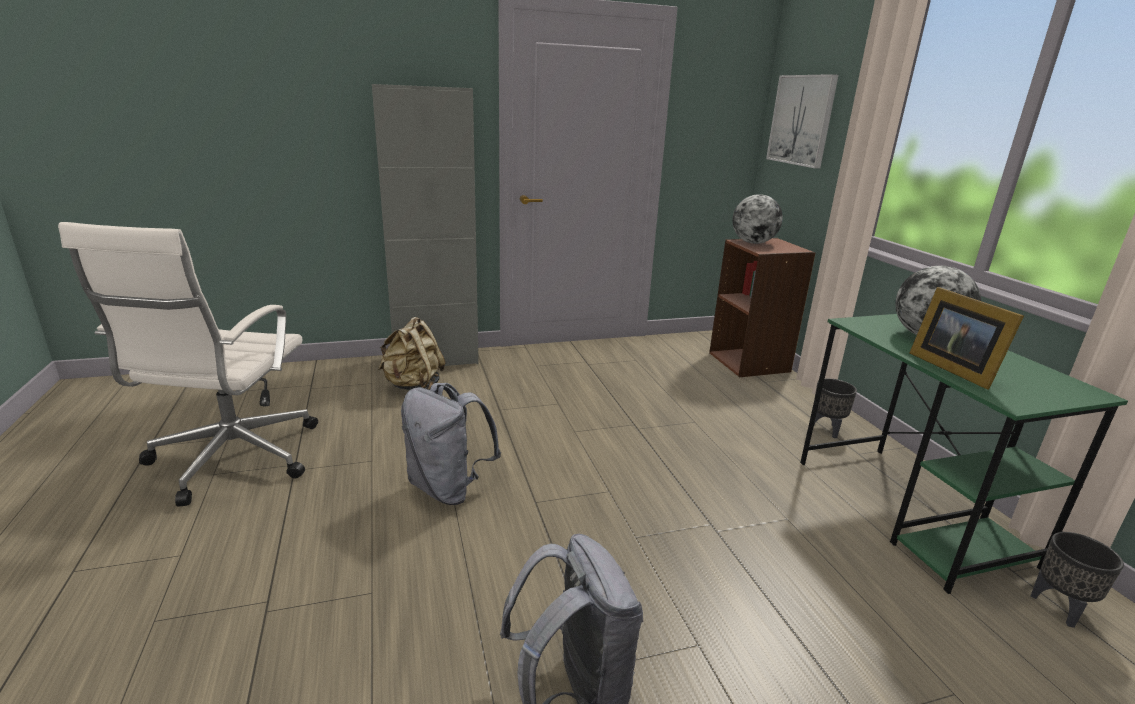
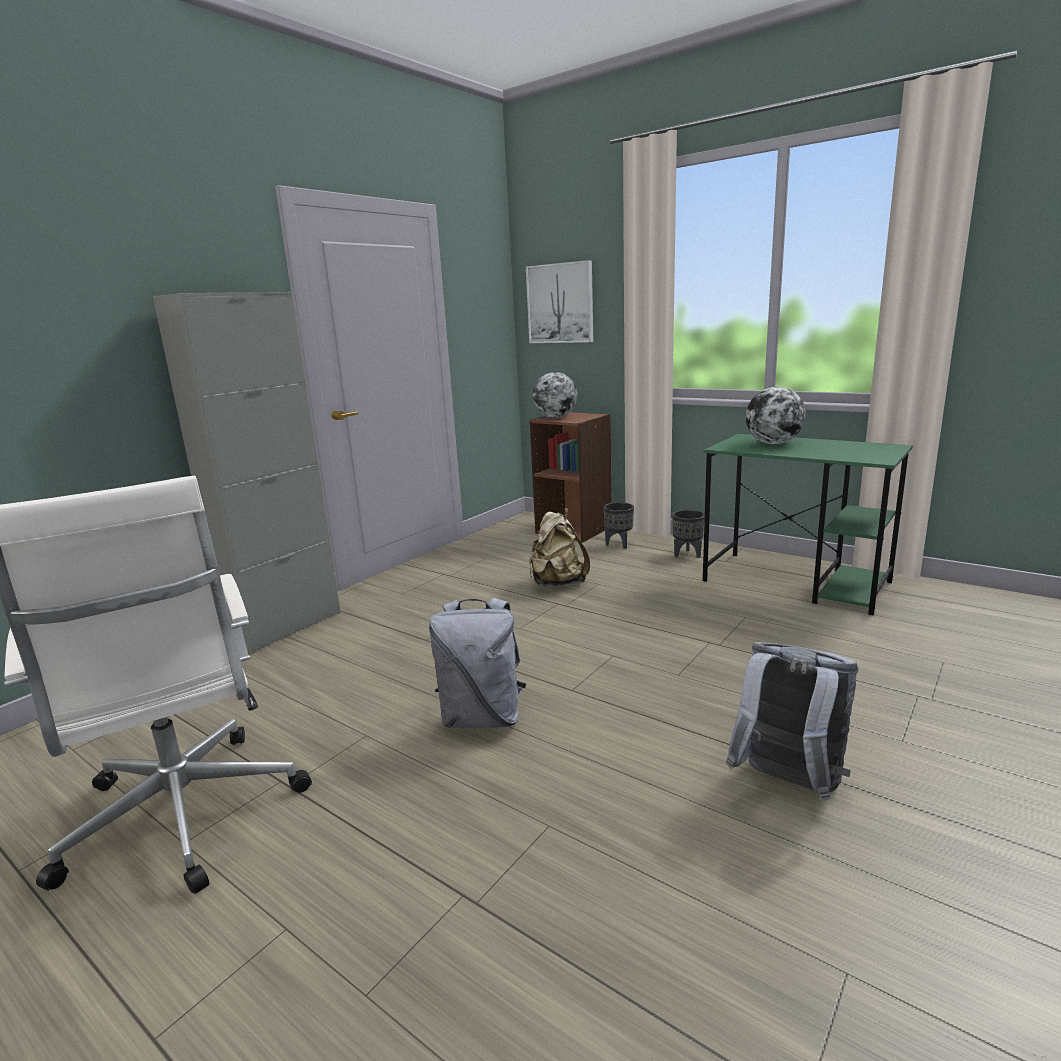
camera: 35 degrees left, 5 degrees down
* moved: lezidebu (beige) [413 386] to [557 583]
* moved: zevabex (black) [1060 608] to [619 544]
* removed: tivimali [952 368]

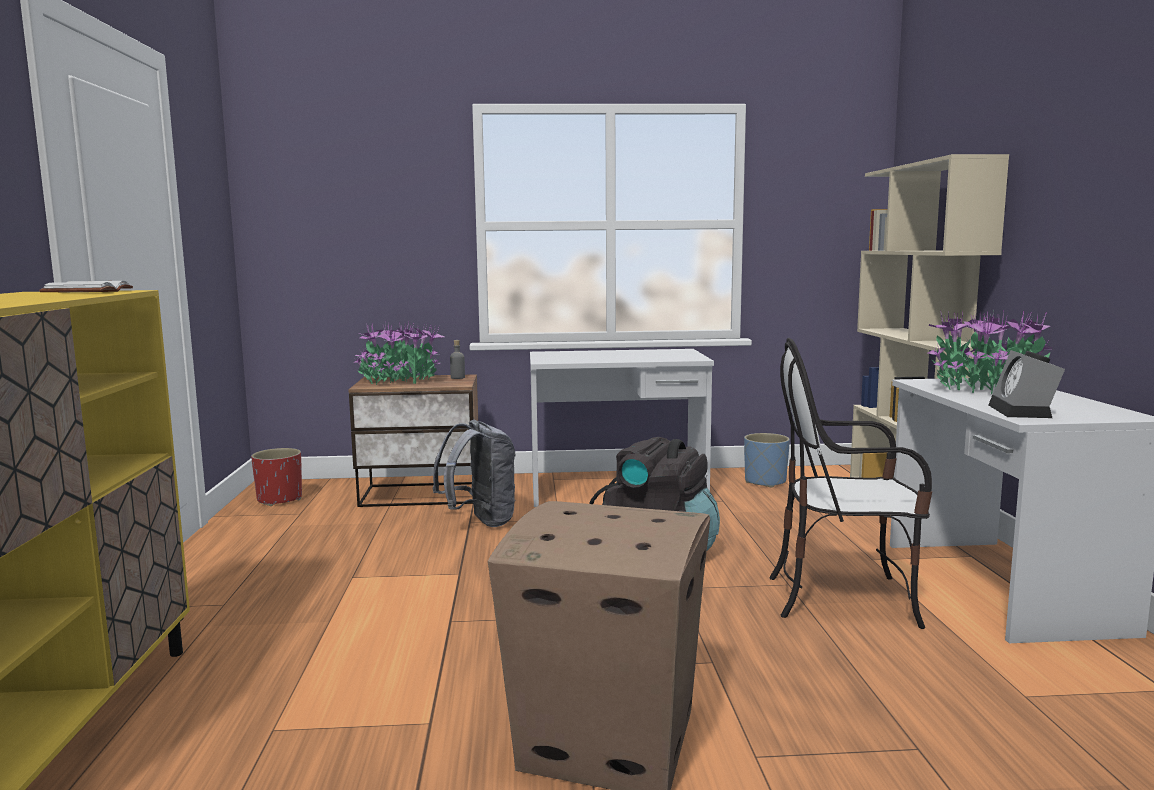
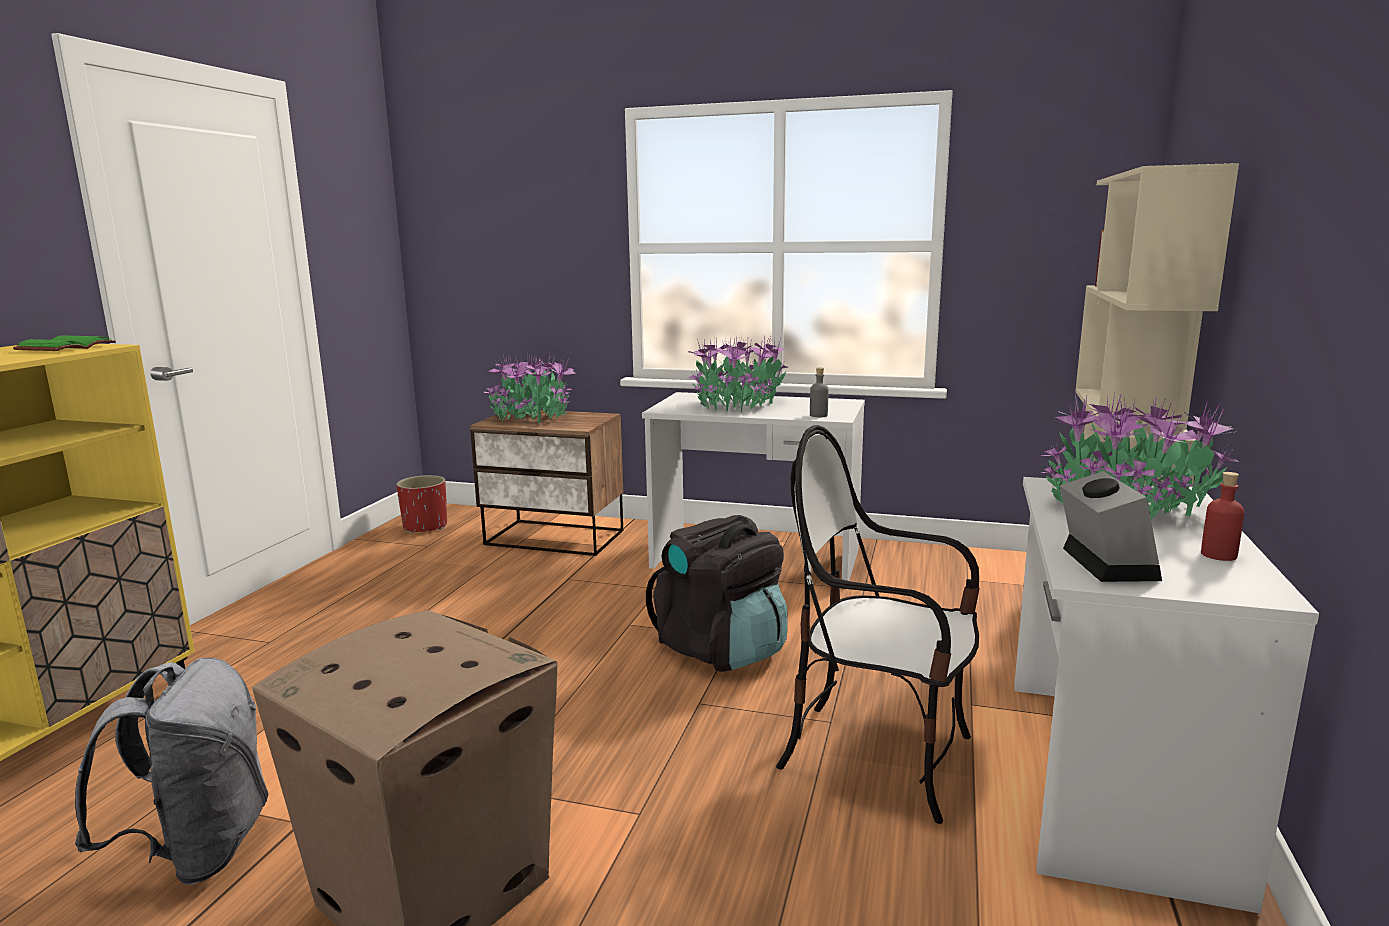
camera: 20 degrees right, 5 degrees up
* recoloured: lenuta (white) [86 292] to lenuta (green) [65 347]
* moved: lezidebu (grey) [480 522] to [199 850]
* added: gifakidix [737 404]
* moved: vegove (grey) [457 377] to [818 415]
* turned: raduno [1024 412] = [1103 562] 150 degrees clockwise
* added: vegove (red) [1218 555]
* removed: zevabex (blue) [765 482]

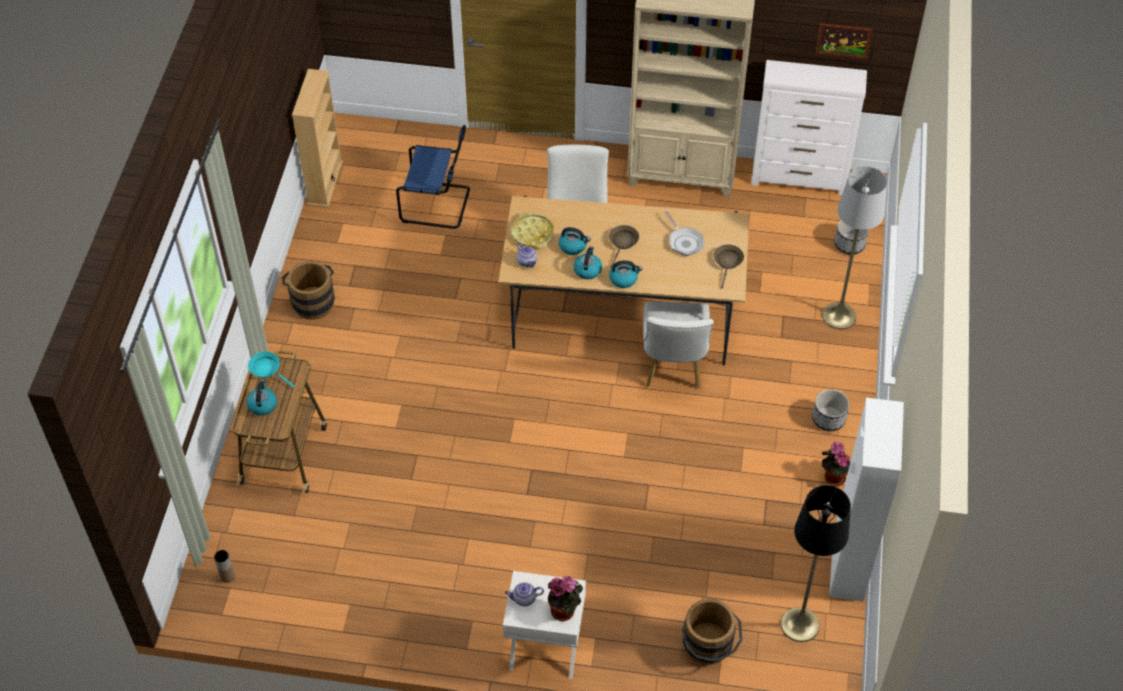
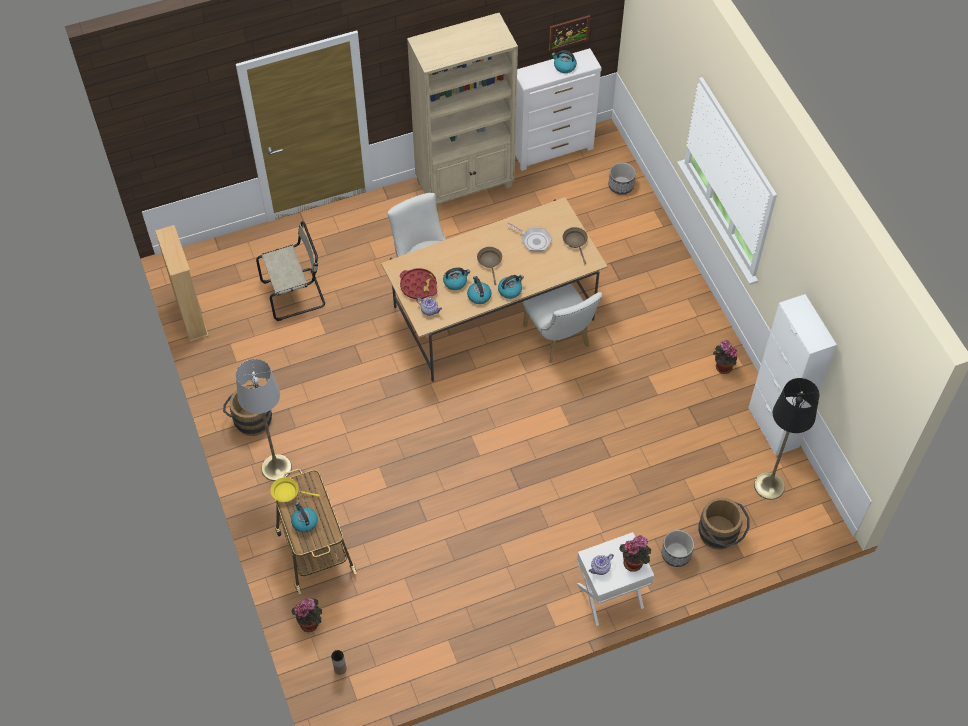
camera: 30 degrees left, 5 degrees up
* moved: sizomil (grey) [839 316] to [276 467]
* recoloured: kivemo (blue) [438 205] to kivemo (beige) [296 294]
* recoloured: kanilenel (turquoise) [267 369] to kanilenel (yellow) [288 492]
* added: gifakidix [310 622]
* recoloured: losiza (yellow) [533 234] to losiza (red) [418 286]
* added: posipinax [564 66]
* moved: zevabex [828 419] to [675 554]

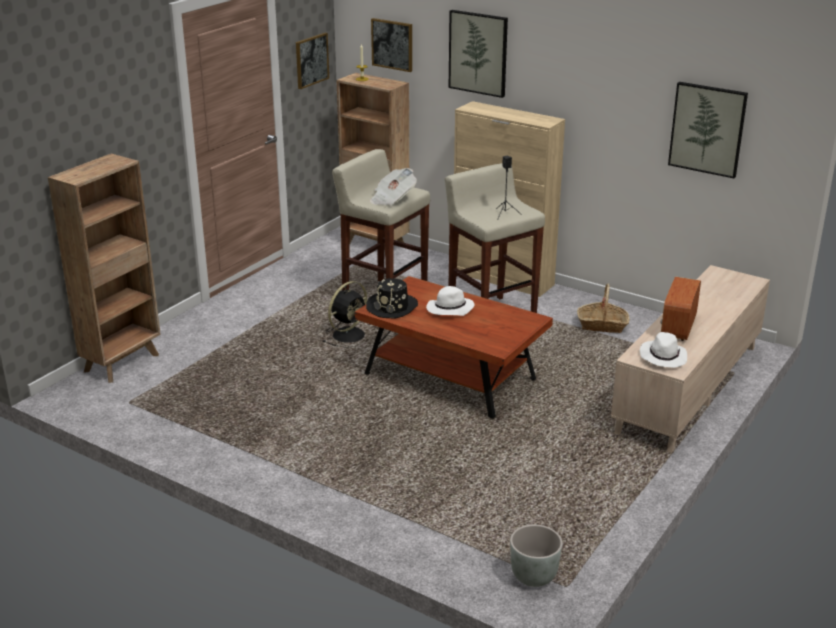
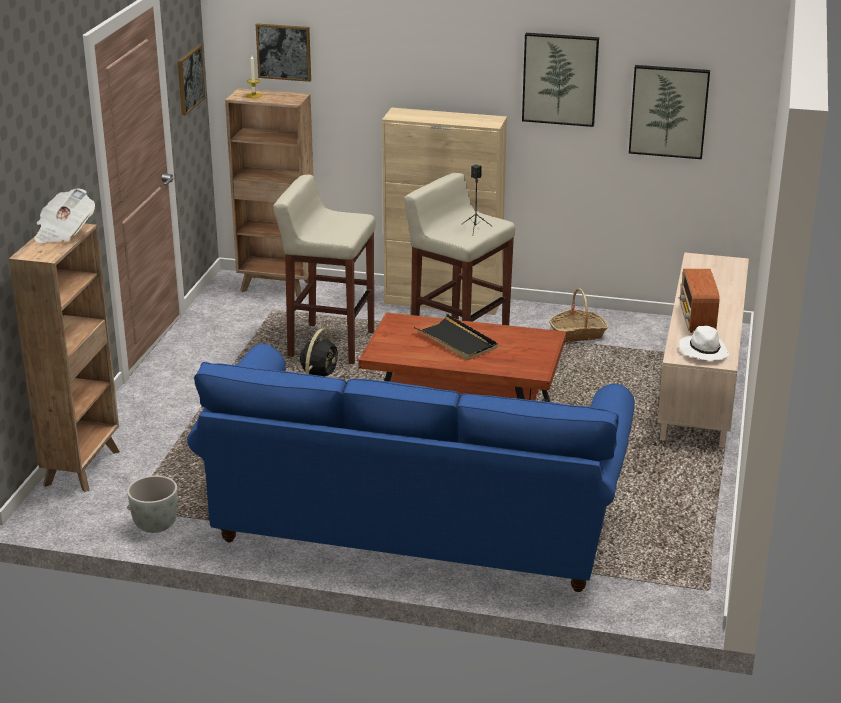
camera: 20 degrees left, 0 degrees up
* moved: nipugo [392 199] to [64 233]
* moved: zevabex (grey) [533 577] to [155 525]
* added: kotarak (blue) [416 522]
* replaced: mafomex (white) [449 309] to losiza (black) [456 341]
* moved: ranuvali [478 53] to [560 79]
* removed: mafomex (black) [392 307]

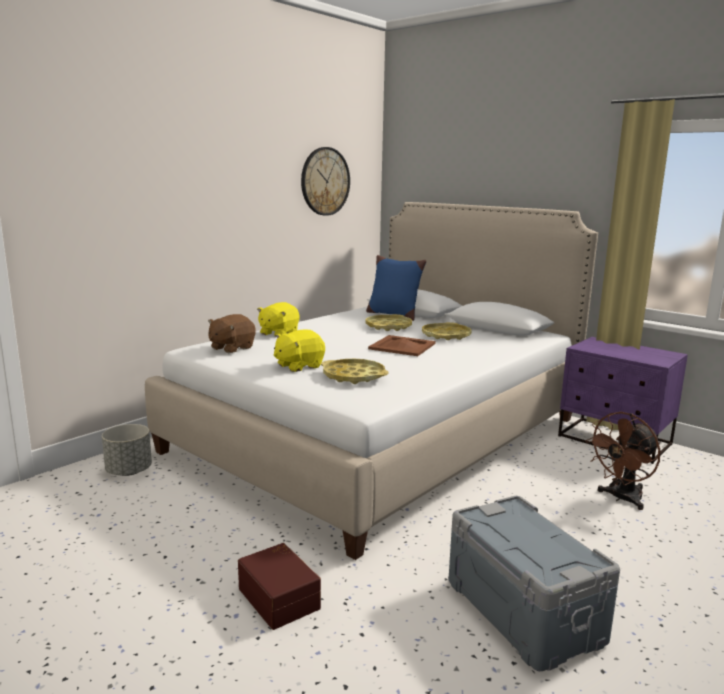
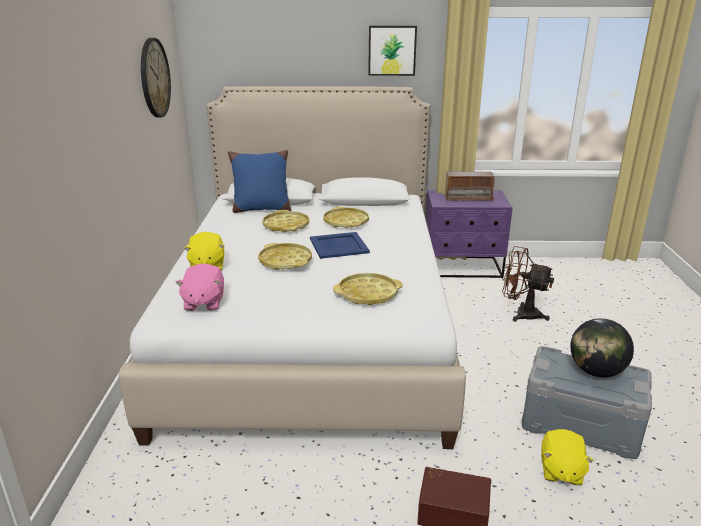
camera: 40 degrees left, 10 degrees up
* recoloured: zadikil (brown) [231 348] to zadikil (pink) [203 303]
* added: losiza (yellow) [285 261]
* recoloured: losiza (brown) [403 346] to losiza (blue) [339 245]
* added: ranuvali [392 50]
* added: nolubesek [468 198]
* turned: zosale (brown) [621 498] = [521 313] 105 degrees clockwise
* moved: zadikil (yellow) [298 366] to [560 471]
* added: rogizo [596 371]
* removed: zevabex (grey) [129 471]

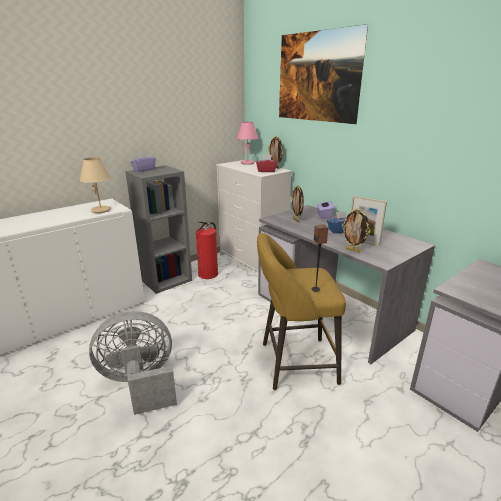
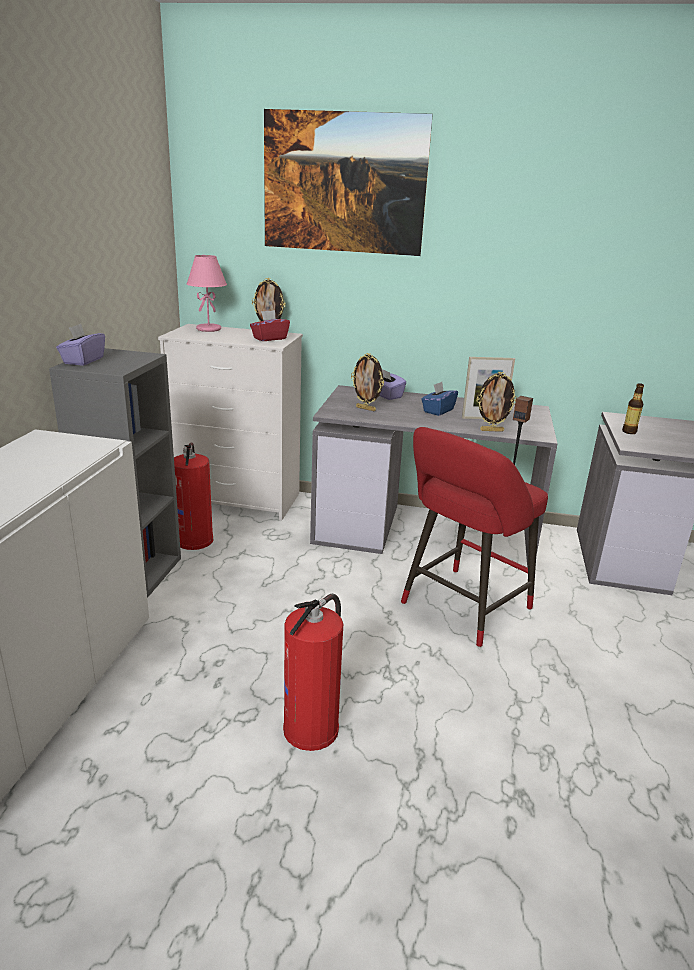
camera: 40 degrees left, 0 degrees up
* replaced: zosale (grey) [140 384] to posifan [312 728]
* recoloured: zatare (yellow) [293 363] to zatare (red) [461 609]
* added: vegove [629 432]
* removed: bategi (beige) [101 210]

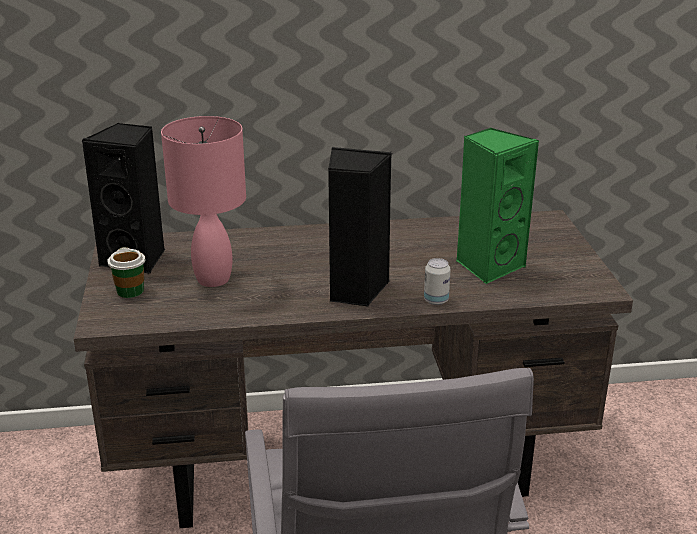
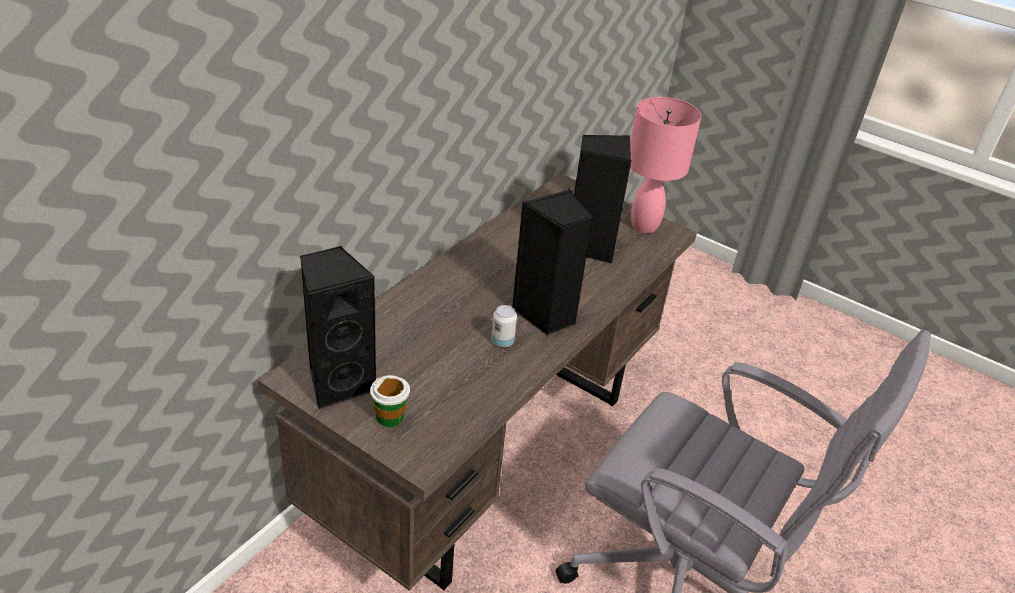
camera: 50 degrees left, 10 degrees up
* moved: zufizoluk [436 300] to [502 341]
* recoloured: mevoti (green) [488 266] to mevoti (black) [590 246]
* moved: bategi (pink) [213 280] to [645 226]

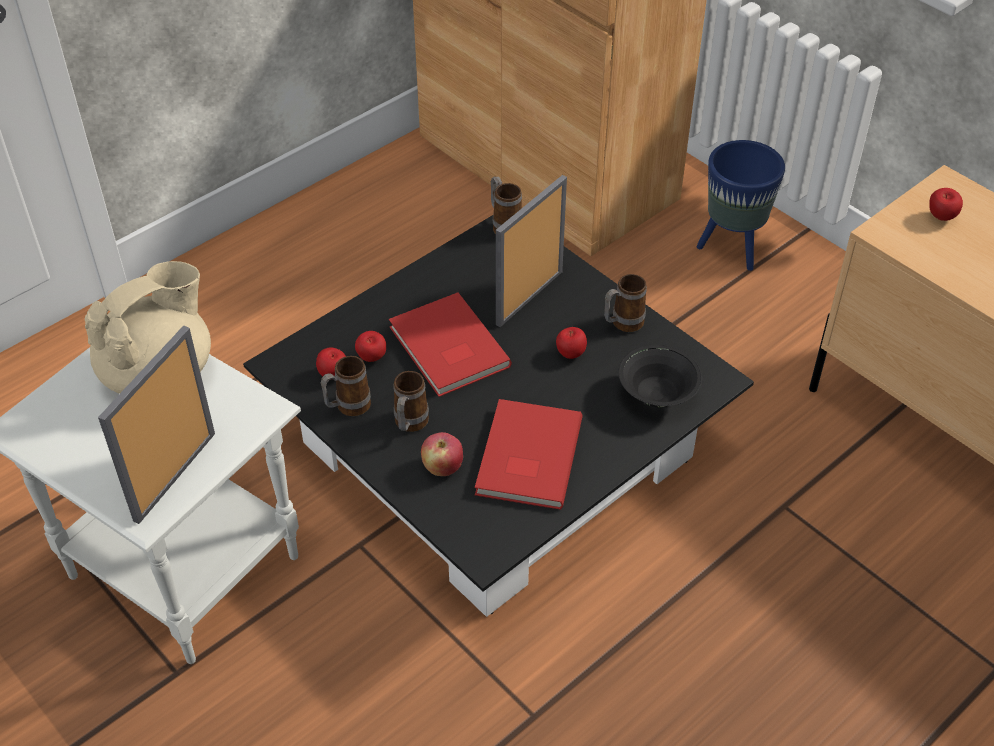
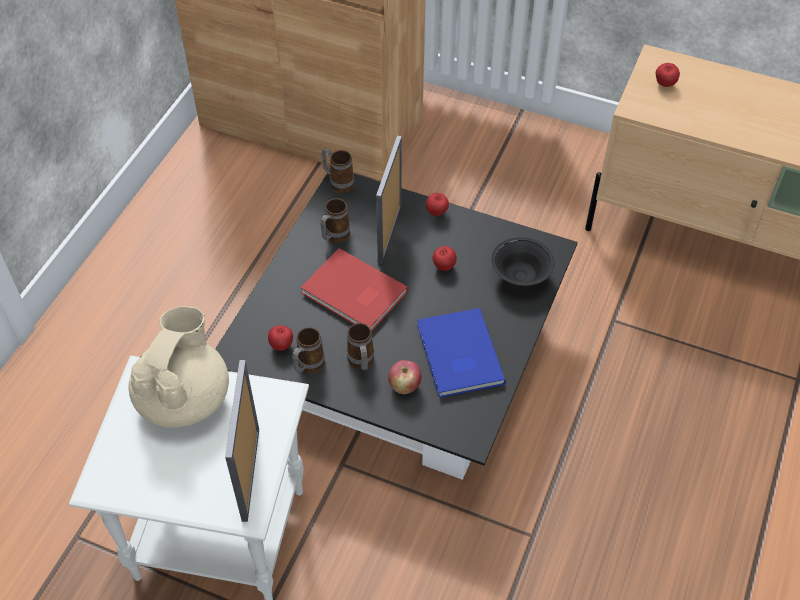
camera: 25 degrees left, 5 degrees up
* moved: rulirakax [622 324] to [334 237]
* recoloured: lenuta (red) [525 457] to lenuta (blue) [458 356]
* moved: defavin [372 359] to [437 213]
* removed: zevabex (blue) [732 249]

